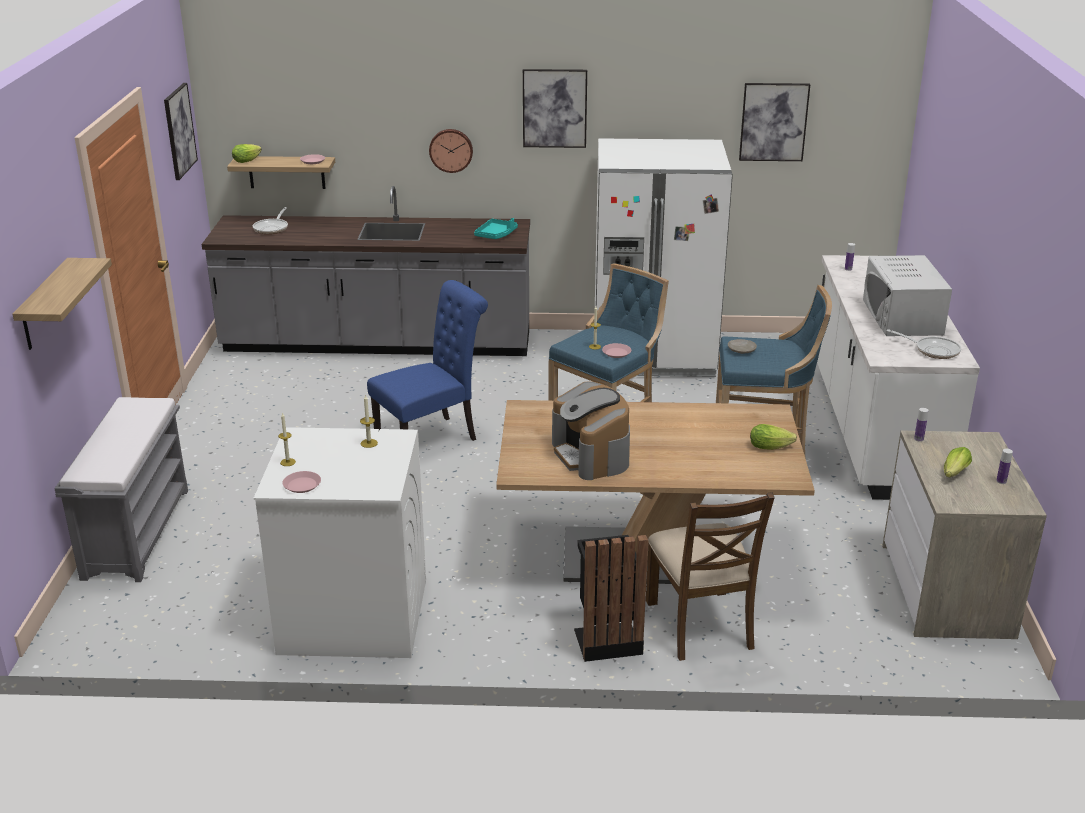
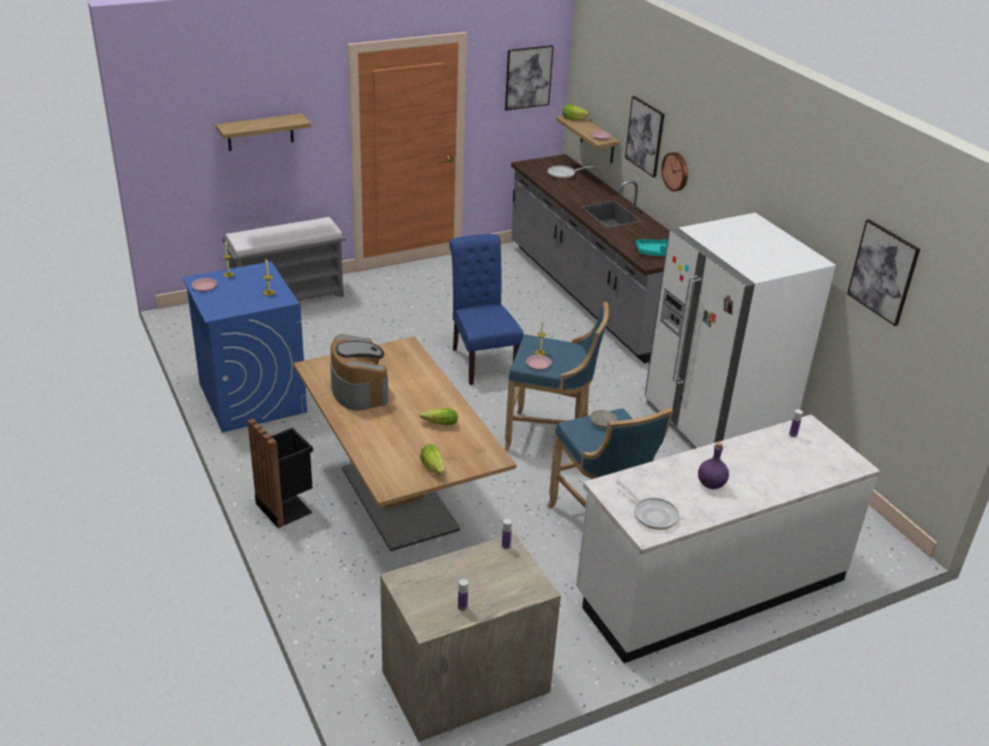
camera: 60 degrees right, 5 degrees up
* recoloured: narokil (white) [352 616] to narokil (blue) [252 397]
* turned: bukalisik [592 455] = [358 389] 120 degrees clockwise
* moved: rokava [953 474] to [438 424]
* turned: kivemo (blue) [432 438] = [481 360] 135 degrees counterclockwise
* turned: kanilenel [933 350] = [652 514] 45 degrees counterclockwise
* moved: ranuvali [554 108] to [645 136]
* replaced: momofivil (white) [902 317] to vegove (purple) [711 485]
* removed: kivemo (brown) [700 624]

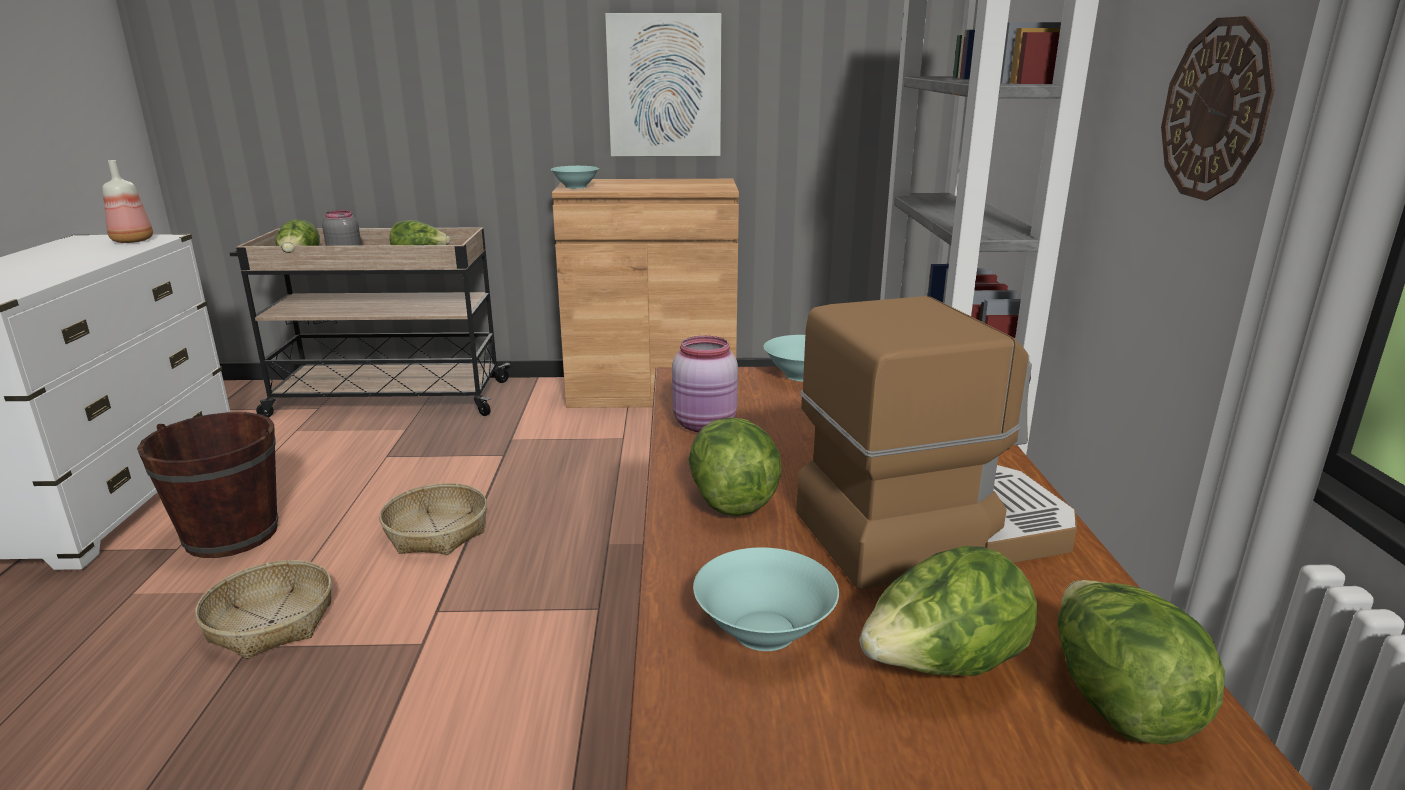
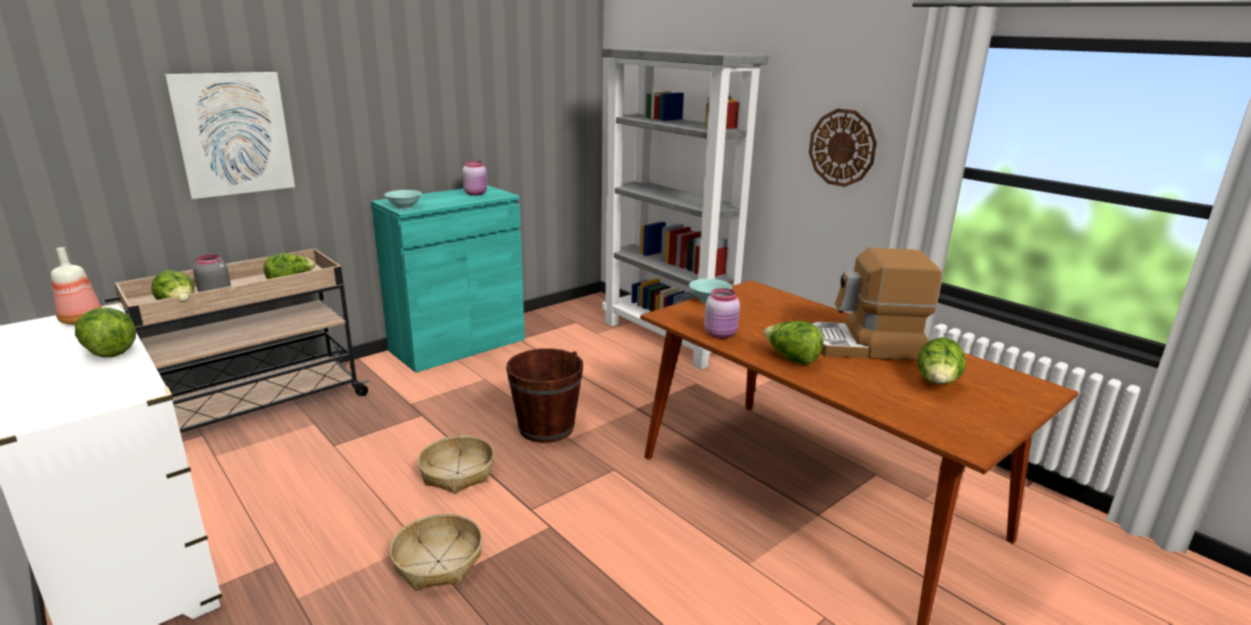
camera: 40 degrees left, 0 degrees up
* moved: rokava [1116 702] to [110 351]
* moved: ranuvali [664 86] to [233 134]
* recoloured: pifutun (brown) [652 391] to pifutun (turquoise) [458 345]
* added: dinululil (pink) [476 193]
* moved: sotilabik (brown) [231 535] to [546 428]
* turned: bukalisik [931 529] = [865 346] 120 degrees counterclockwise
* removed: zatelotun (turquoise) [765 630]

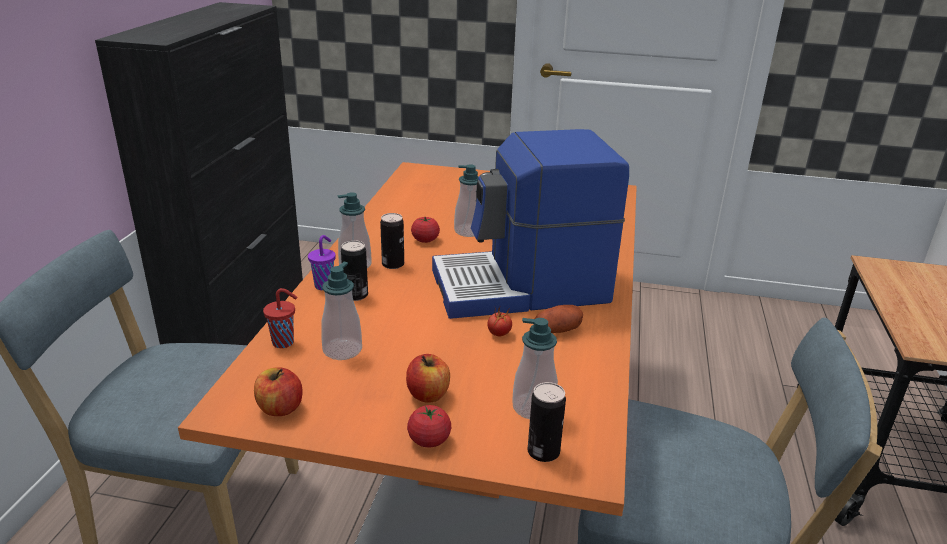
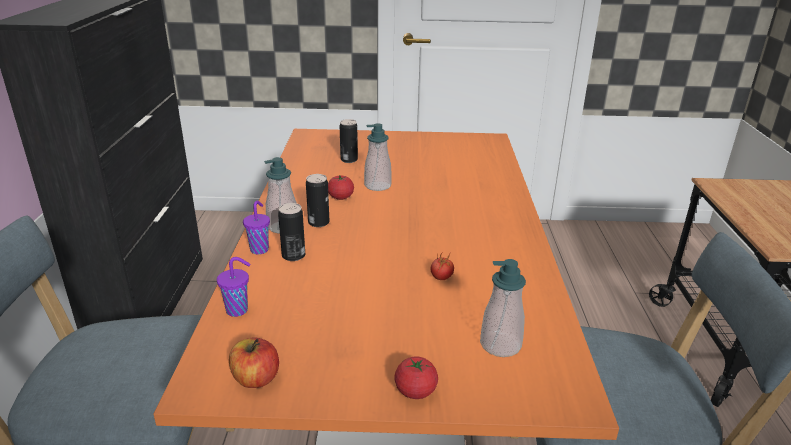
camera: 10 degrees left, 0 degrees up
* recoloured: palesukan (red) [284 342] to palesukan (purple) [238 310]
* moved: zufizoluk [543 452] to [349 160]
* removed: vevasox [342 350]
* removed: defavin [428 394]
* removed: bukalisik [522 288]
* removed: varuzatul [557 330]

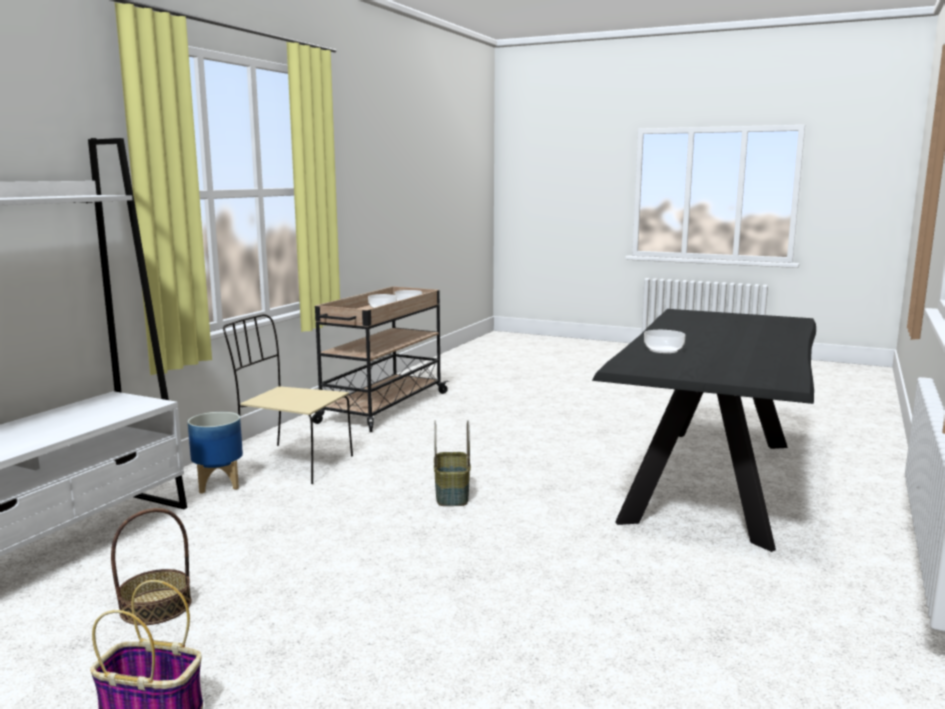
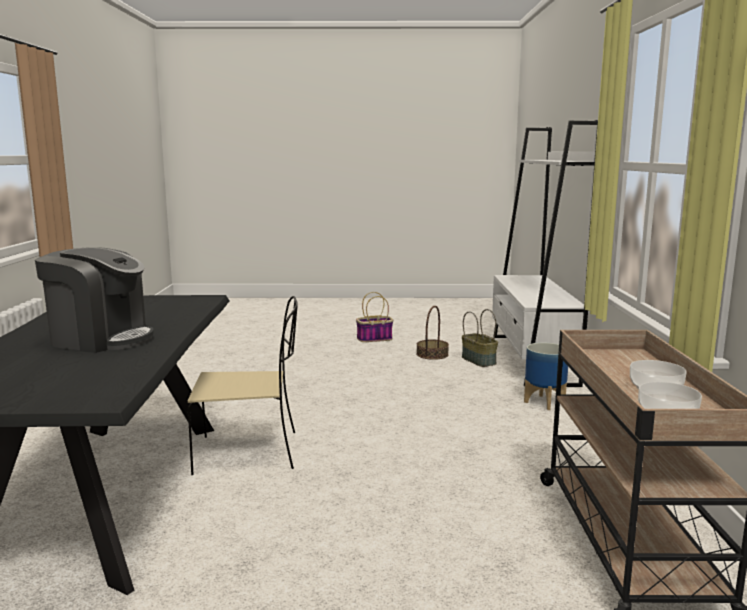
camera: 155 degrees right, 0 degrees up
* added: bukalisik [101 339]
* moved: kivemo (beige) [291 463] to [250 452]
* moved: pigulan [451 494] to [479 360]
* removed: zatelotun [663 350]

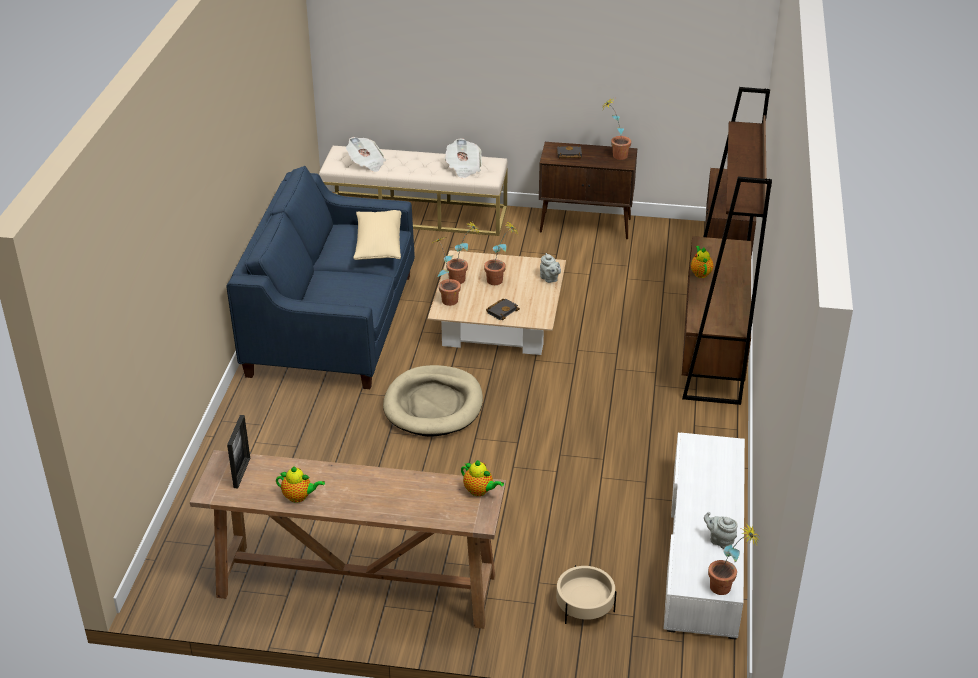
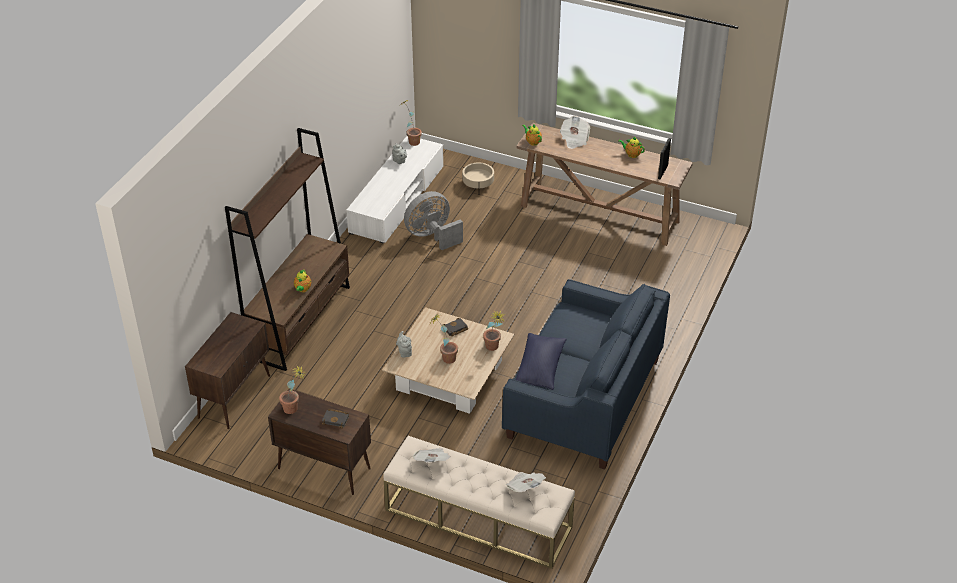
camera: 165 degrees left, 5 degrees up
* added: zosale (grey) [432 236]
* recoloured: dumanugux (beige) [378 245] to dumanugux (blue) [540 368]
* added: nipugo [574 140]
* removed: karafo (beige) [433 405]
* removed: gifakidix [462 280]

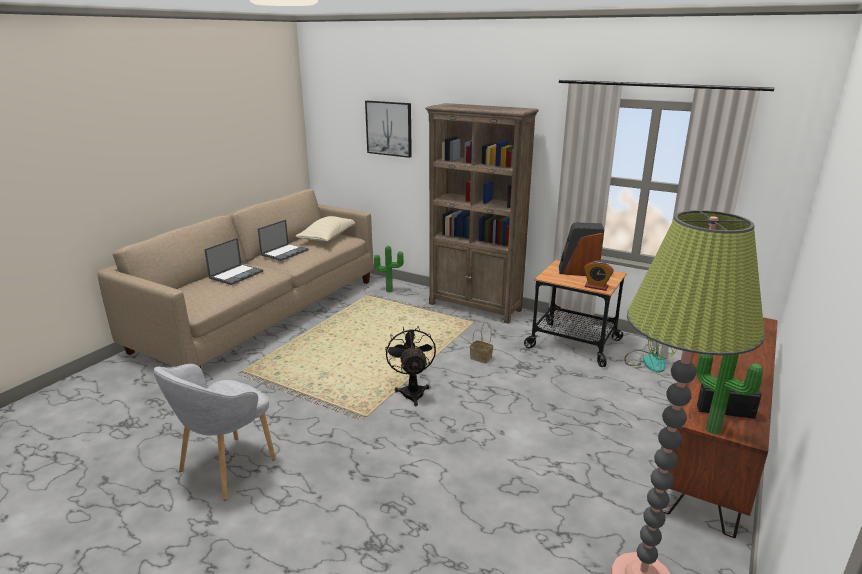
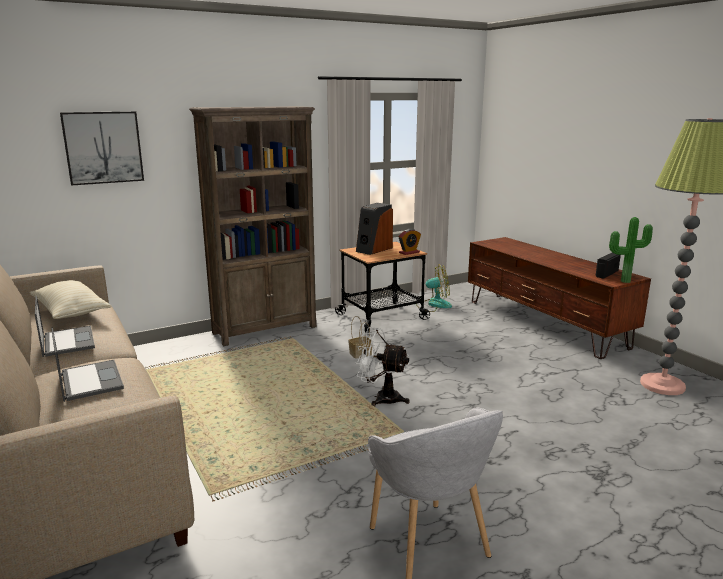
camera: 60 degrees left, 5 degrees down
* recoloured: zosale (black) [412 391] to zosale (white) [381 398]
* removed: gifakidix [389 290]

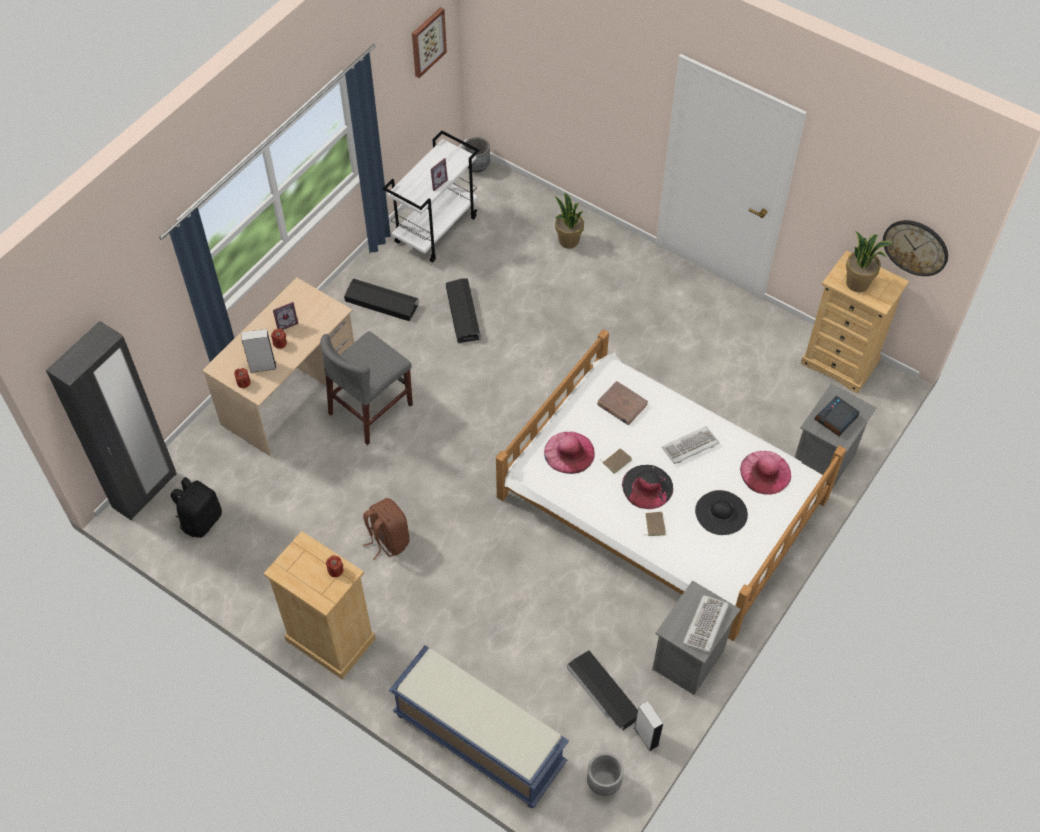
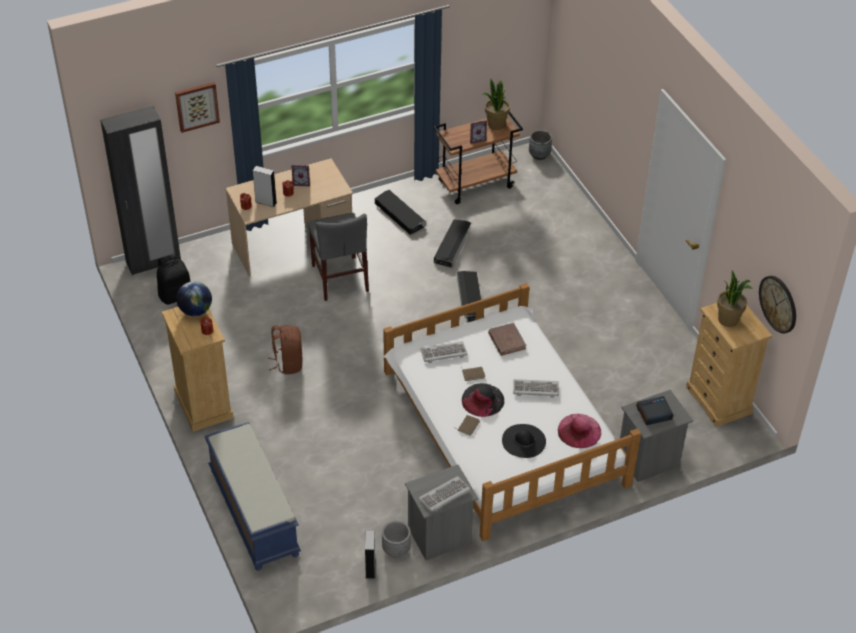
camera: 30 degrees right, 10 degrees down
* moved: ranuvali [427 42] to [197 106]
* added: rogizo [195 310]
* turned: kivemo (grey) [371 409] = [340 278] 90 degrees counterclockwise
* moved: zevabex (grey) [603 782] to [396 549]
* replaced: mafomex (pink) [569 452] to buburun [443 353]
* recoloured: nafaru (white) [436 229] to nafaru (brown) [476 184]
* moved: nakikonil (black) [603 693] to [470 299]
* moved: gifakidix [568 241] to [495 124]

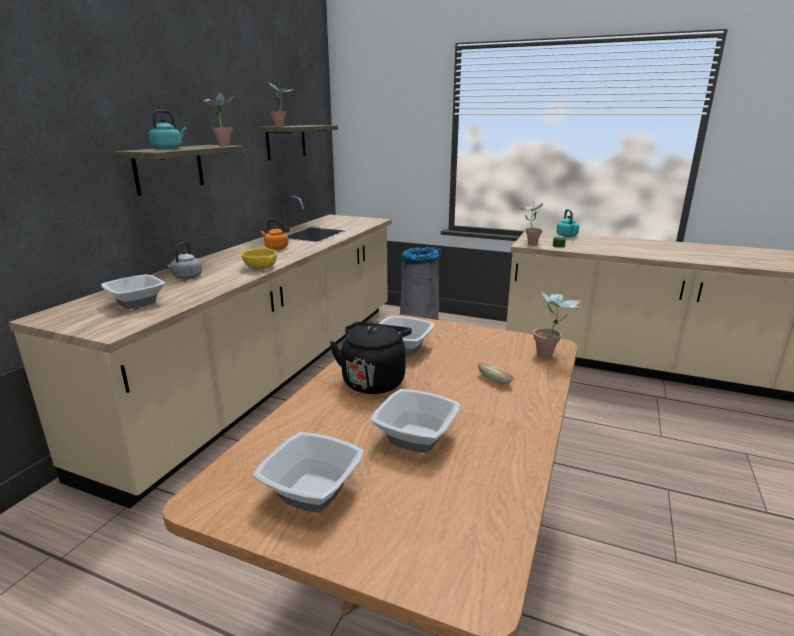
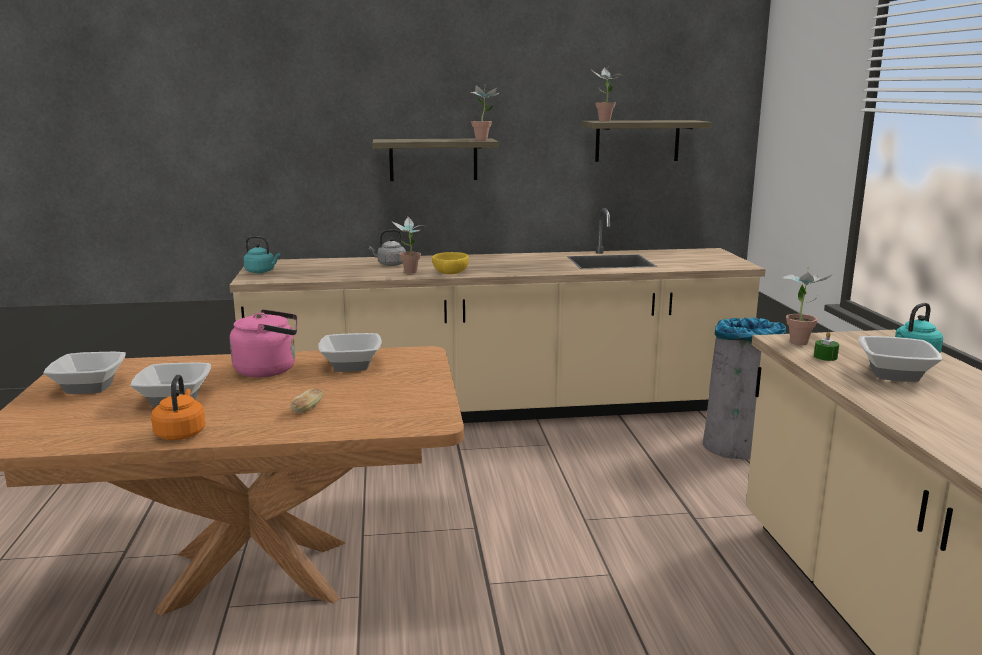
camera: 60 degrees right, 5 degrees down
* moved: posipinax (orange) [275 248] to [181 433]
* recoloured: posipinax (black) [374 380] to posipinax (pink) [270 370]
* moved: posipinax (turquoise) [168 148] to [261 271]
* moved: gifakidix [550 356] to [410 273]
* moved: zatelotun [137 302] to [896 374]

